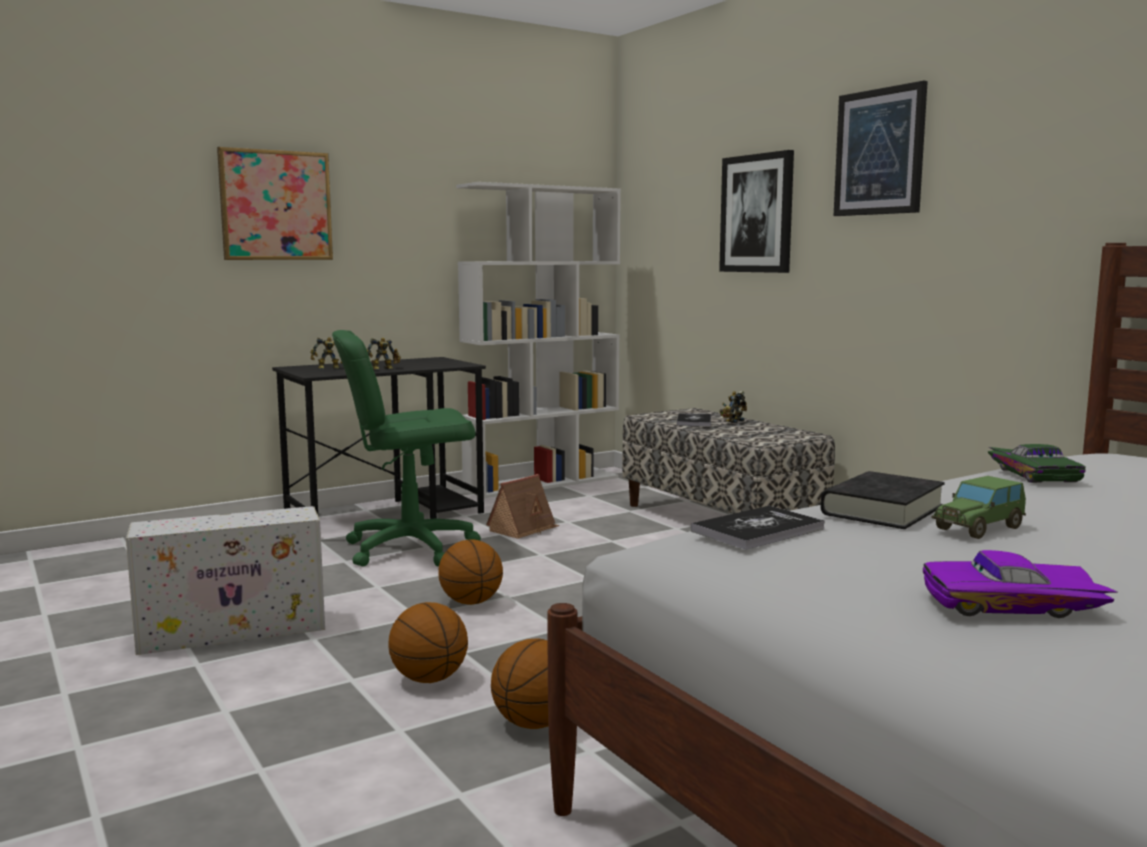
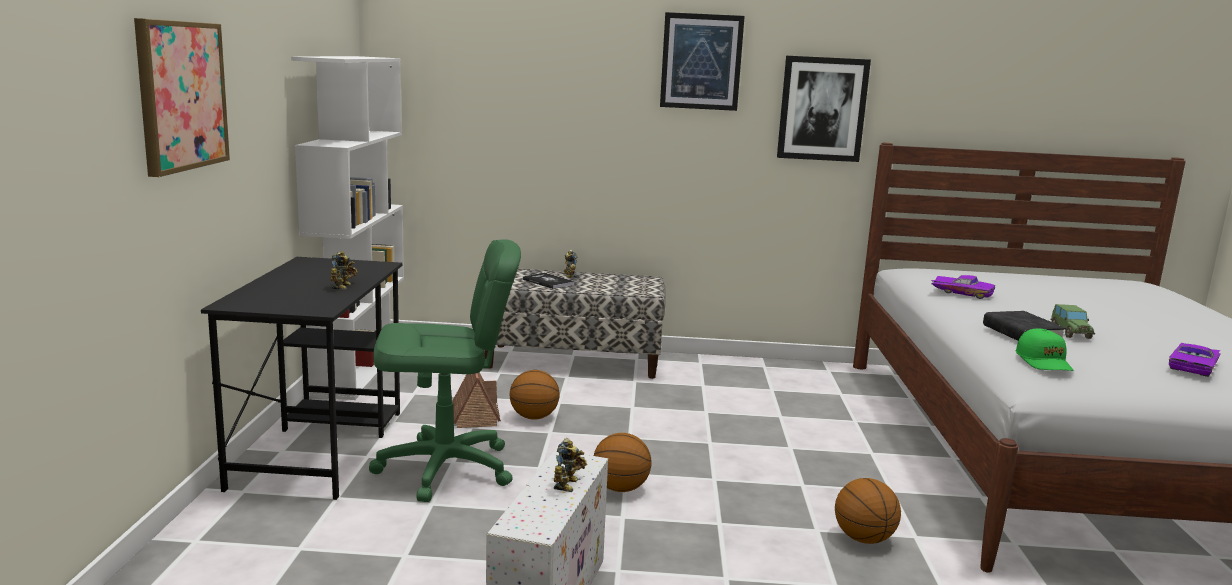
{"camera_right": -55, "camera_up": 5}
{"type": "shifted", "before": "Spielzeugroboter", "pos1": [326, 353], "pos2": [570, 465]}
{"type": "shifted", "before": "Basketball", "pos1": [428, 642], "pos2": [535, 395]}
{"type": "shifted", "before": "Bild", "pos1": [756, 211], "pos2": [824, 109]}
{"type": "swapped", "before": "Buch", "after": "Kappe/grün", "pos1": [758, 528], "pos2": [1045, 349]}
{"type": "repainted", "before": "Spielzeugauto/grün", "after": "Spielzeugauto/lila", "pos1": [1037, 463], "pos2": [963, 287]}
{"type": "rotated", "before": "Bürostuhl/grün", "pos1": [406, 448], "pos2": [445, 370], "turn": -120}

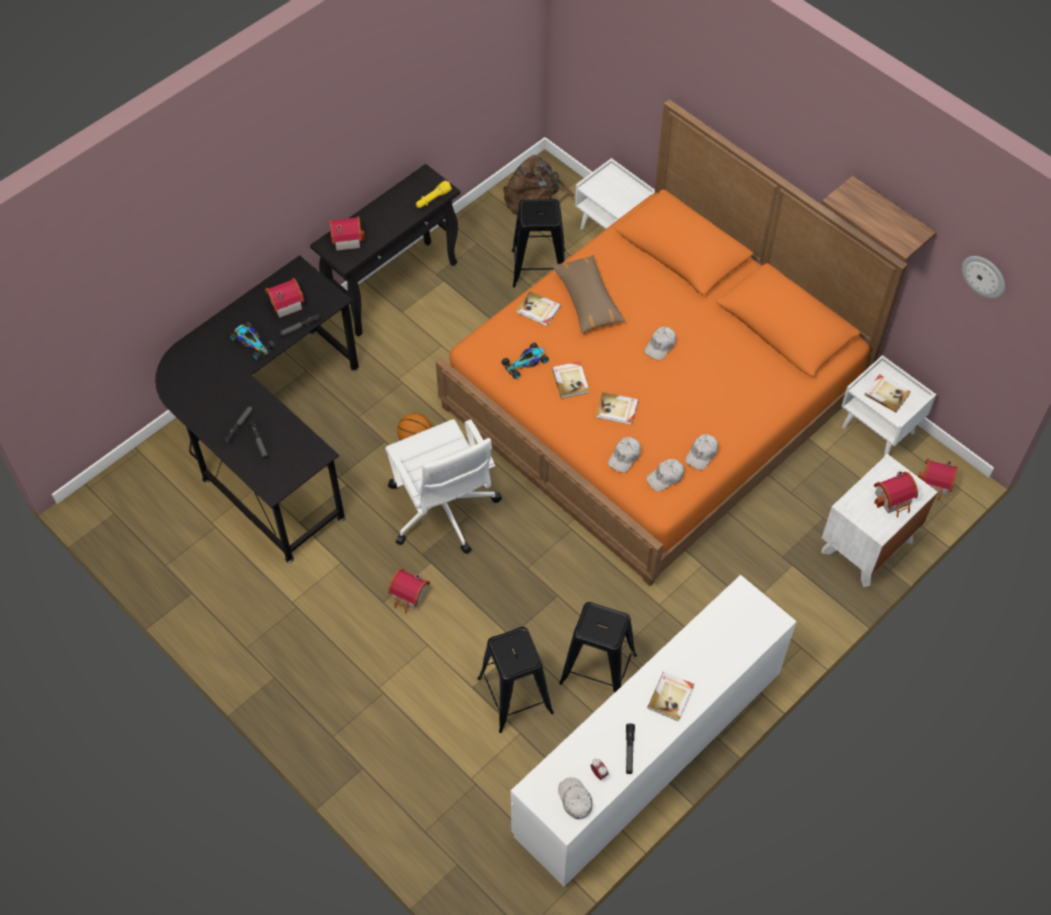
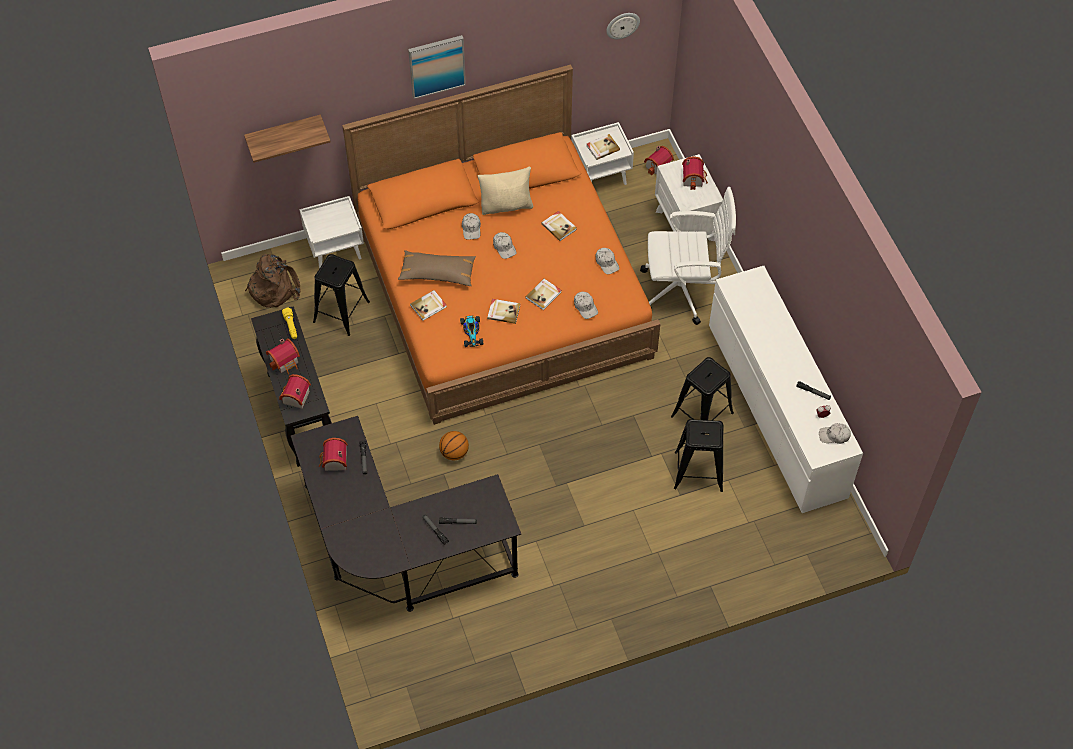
{"camera_right": -65, "camera_up": 0}
{"type": "gone", "before": "Spielzeugauto", "pos1": [252, 341]}
{"type": "new", "after": "Bild", "pos2": [437, 67]}
{"type": "new", "after": "Kissen/beige", "pos2": [505, 191]}
{"type": "shifted", "before": "Bürostuhl/weiß", "pos1": [443, 486], "pos2": [688, 256]}
{"type": "shifted", "before": "Spielzeughaus", "pos1": [409, 590], "pos2": [283, 356]}
{"type": "shifted", "before": "Kappe/weiß", "pos1": [665, 475], "pos2": [471, 226]}
{"type": "shifted", "before": "Buch", "pos1": [670, 696], "pos2": [558, 226]}
{"type": "shifted", "before": "Wandregal", "pos1": [879, 218], "pos2": [287, 139]}

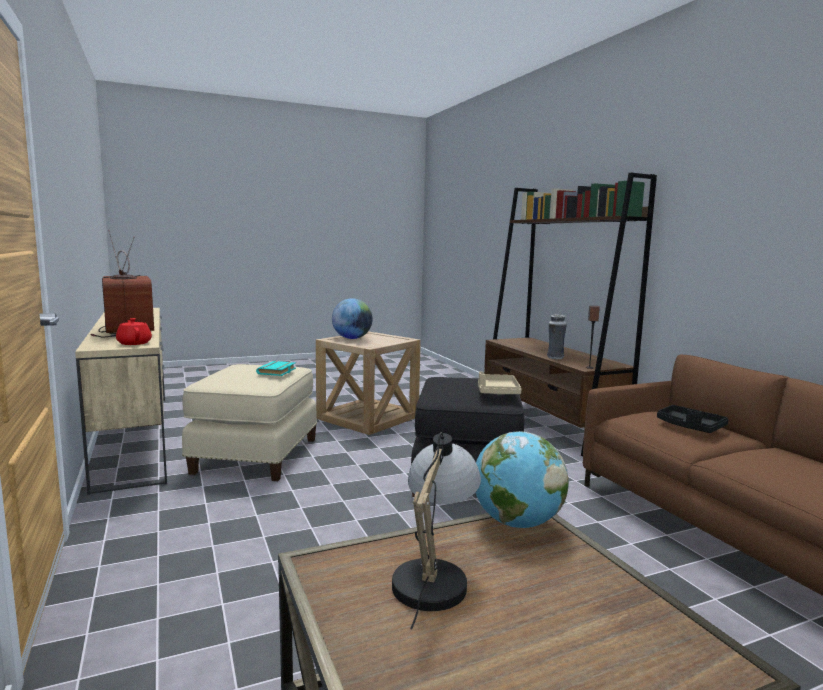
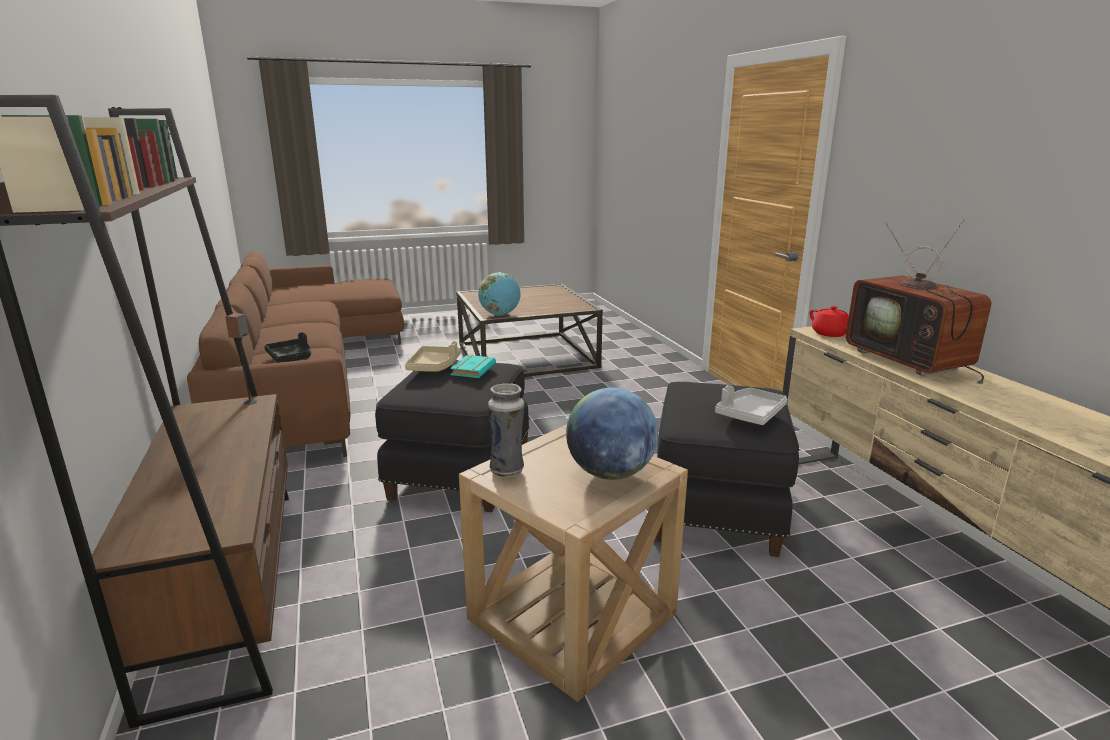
{"camera_right": -175, "camera_up": 10}
{"type": "gone", "before": "Tischlampe", "pos1": [436, 531]}
{"type": "new", "after": "Tablett/grau", "pos2": [751, 405]}
{"type": "shifted", "before": "Buch/türkis", "pos1": [276, 368], "pos2": [473, 366]}
{"type": "shifted", "before": "Vase", "pos1": [557, 337], "pos2": [506, 430]}
{"type": "repainted", "before": "Polsterhocker/beige", "after": "Polsterhocker/schwarz", "pos1": [249, 422], "pos2": [726, 469]}

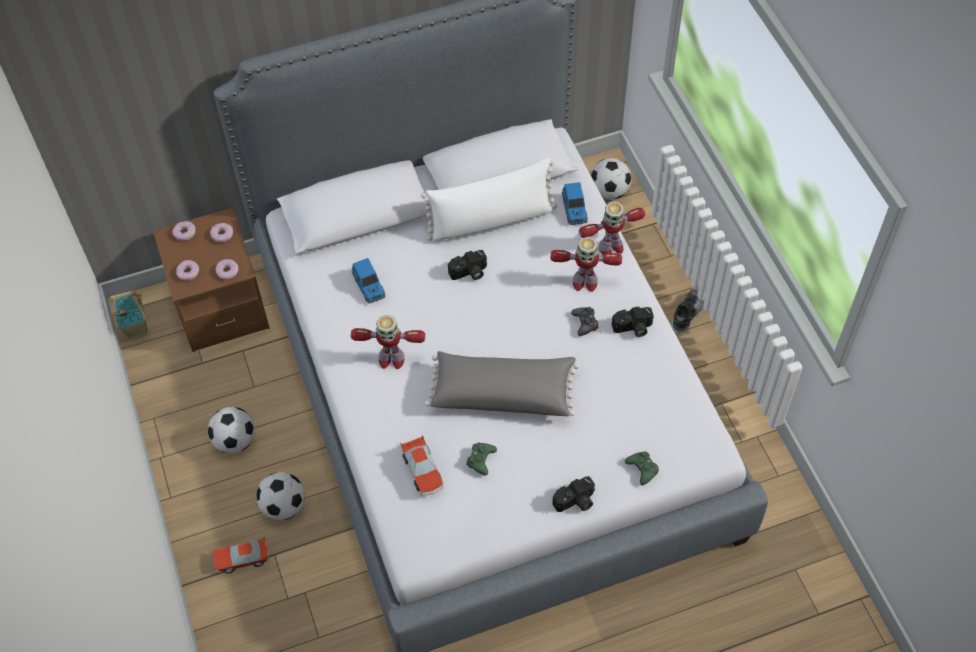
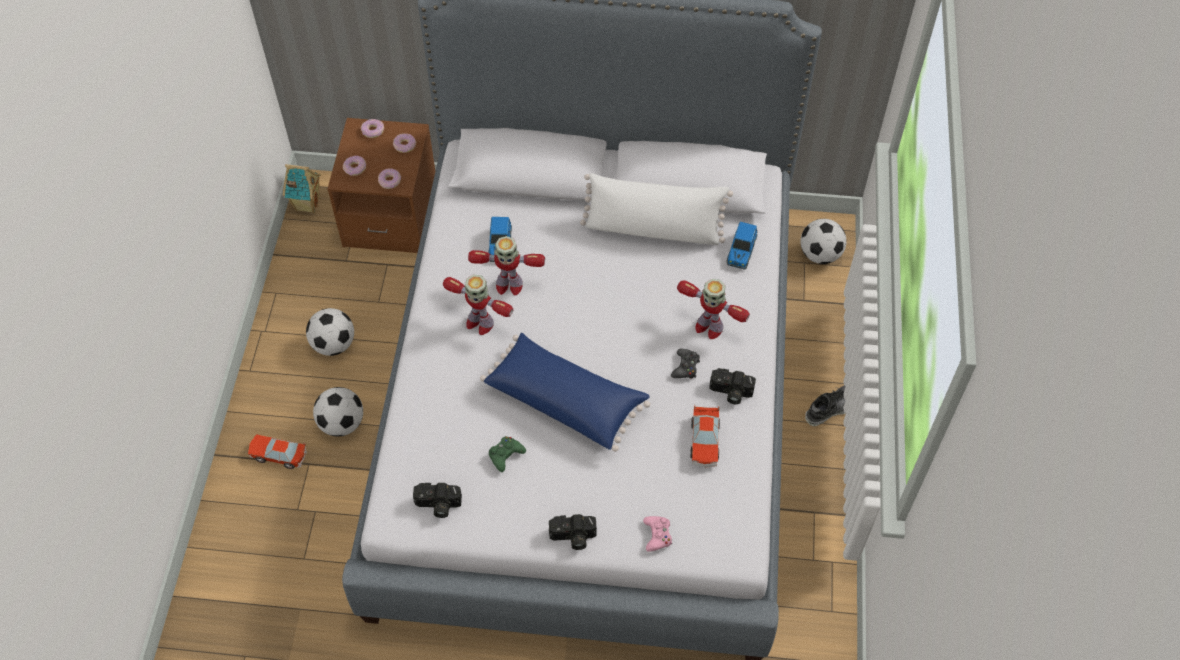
{"camera_right": 25, "camera_up": 0}
{"type": "shifted", "before": "Spielzeugauto", "pos1": [422, 465], "pos2": [705, 436]}
{"type": "shifted", "before": "Kamera", "pos1": [467, 265], "pos2": [437, 500]}
{"type": "shifted", "before": "Spielzeugroboter", "pos1": [612, 228], "pos2": [506, 265]}
{"type": "repainted", "before": "Kissen/grau", "after": "Kissen/blau", "pos1": [502, 383], "pos2": [565, 392]}
{"type": "repainted", "before": "Gamepad/grün", "after": "Gamepad/rosa", "pos1": [642, 468], "pos2": [657, 534]}

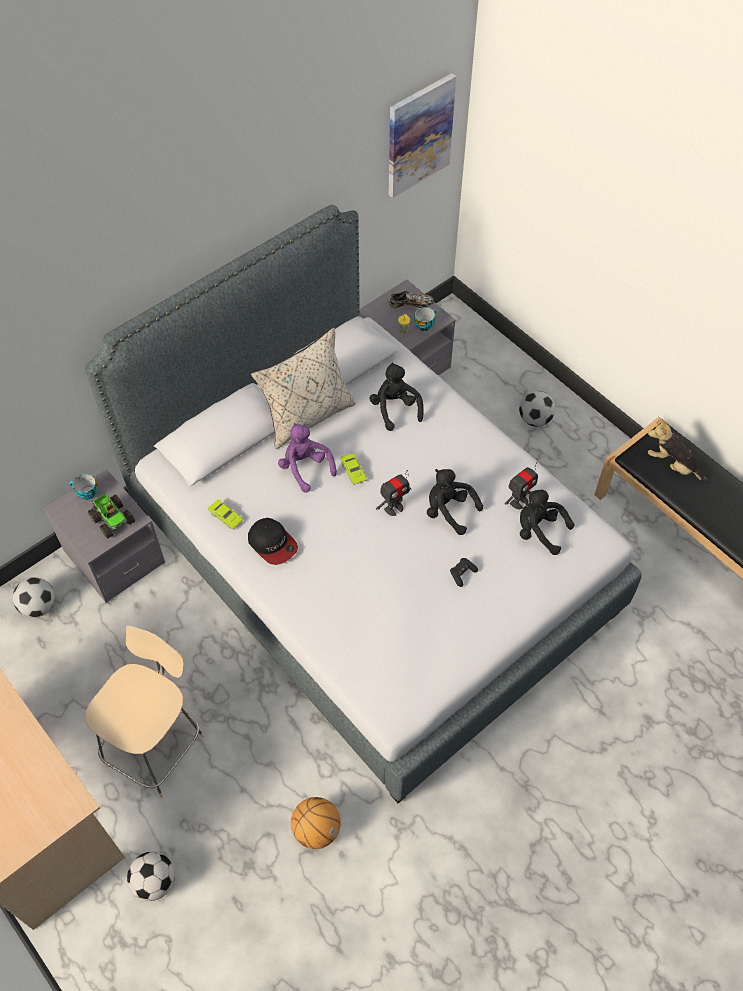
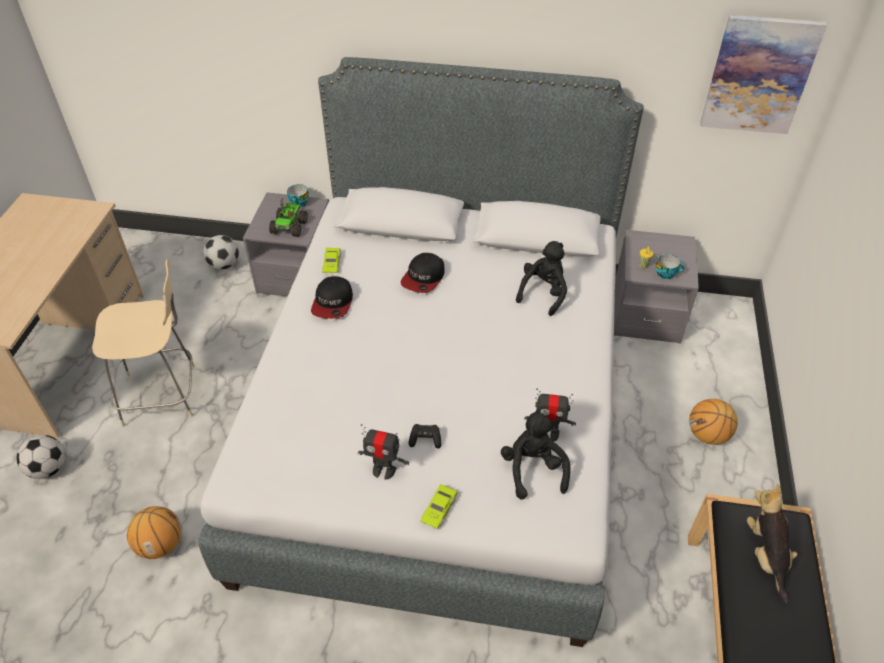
{"camera_right": 50, "camera_up": -10}
{"type": "gone", "before": "Kissen/beige", "pos1": [303, 388]}
{"type": "gone", "before": "Schuh", "pos1": [411, 299]}
{"type": "gone", "before": "Plüschtier/schwarz", "pos1": [455, 502]}
{"type": "shifted", "before": "Spielzeugauto/grün", "pos1": [353, 469], "pos2": [439, 506]}
{"type": "shifted", "before": "Spielzeugroboter", "pos1": [394, 493], "pos2": [383, 451]}
{"type": "swapped", "before": "Plüschtier/lila", "after": "Kappe", "pos1": [307, 458], "pos2": [423, 273]}
{"type": "swapped", "before": "Fußball", "after": "Basketball", "pos1": [537, 409], "pos2": [713, 422]}

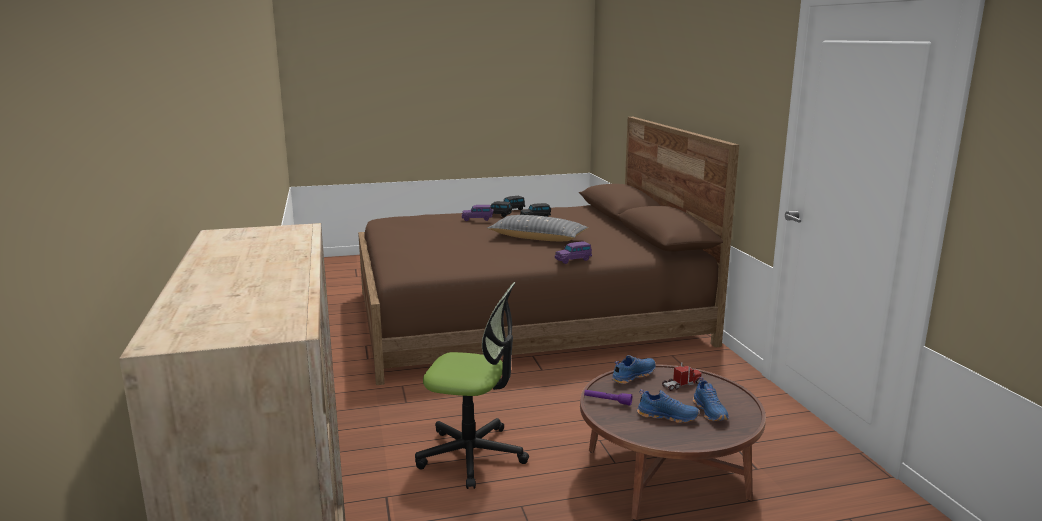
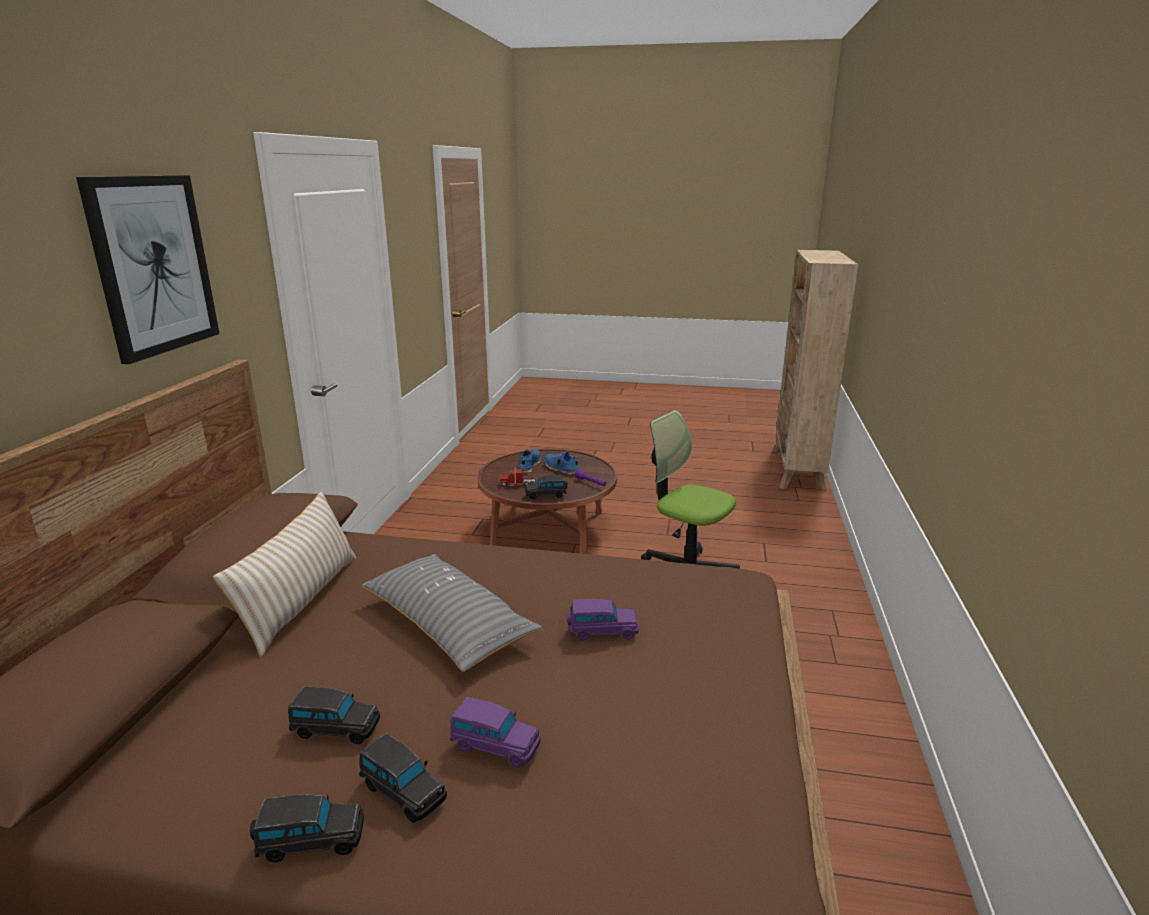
{"camera_right": -155, "camera_up": 5}
{"type": "new", "after": "Bild", "pos2": [148, 269]}
{"type": "new", "after": "Kissen/beige", "pos2": [284, 574]}
{"type": "shifted", "before": "Spielzeugauto/lila", "pos1": [573, 252], "pos2": [602, 619]}
{"type": "swapped", "before": "Schuh/blau", "after": "Spielzeugauto/schwarz", "pos1": [634, 369], "pos2": [546, 487]}

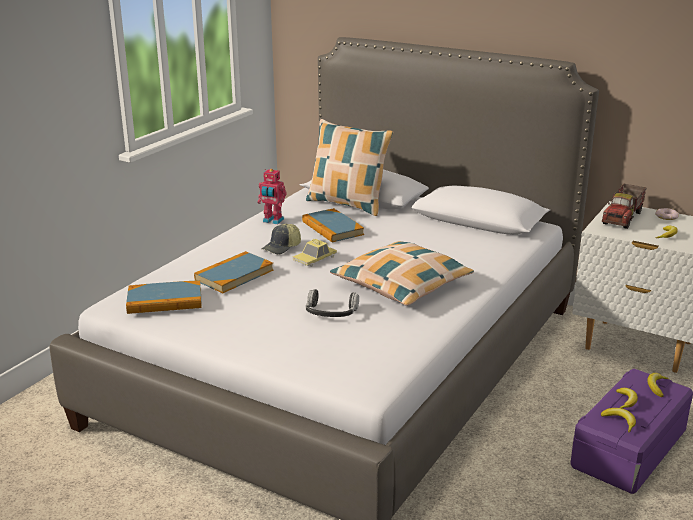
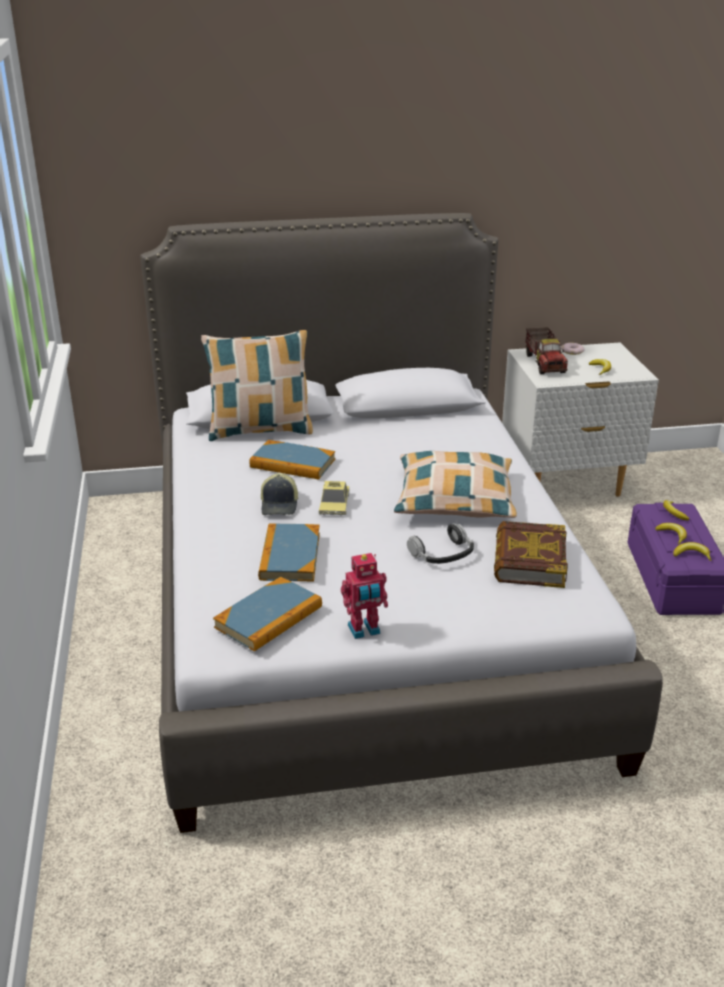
{"camera_right": -40, "camera_up": 5}
{"type": "new", "after": "Buch", "pos2": [531, 554]}
{"type": "shifted", "before": "Spielzeugroboter", "pos1": [272, 196], "pos2": [364, 596]}

